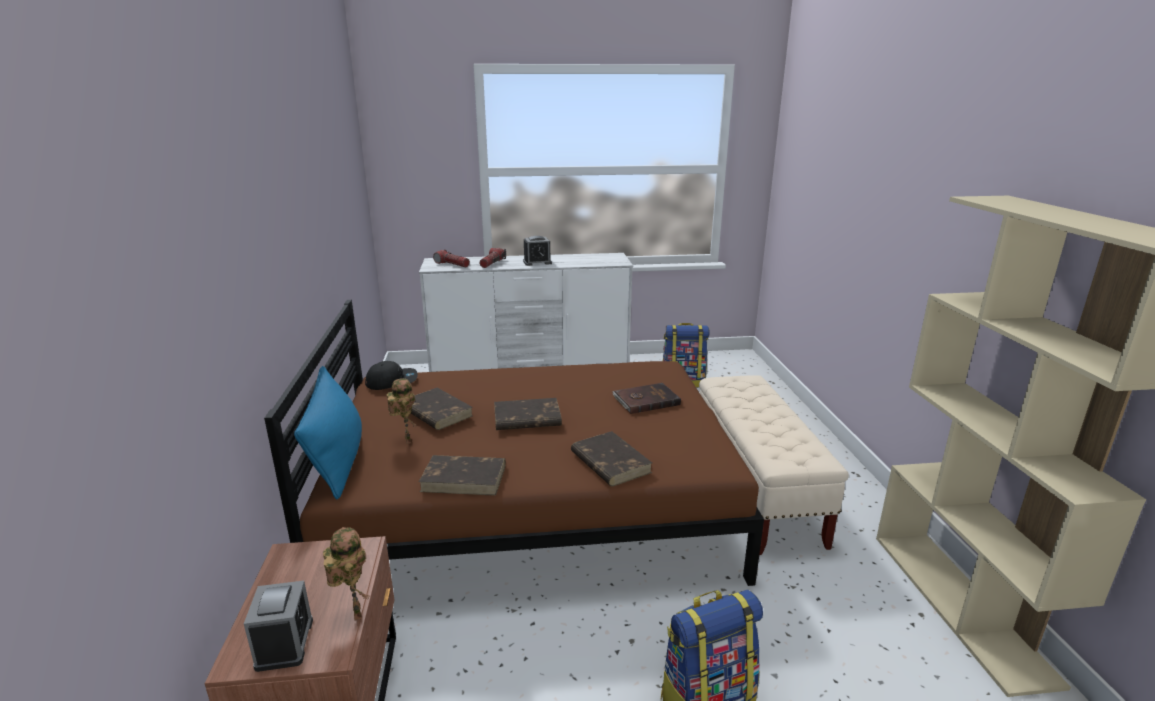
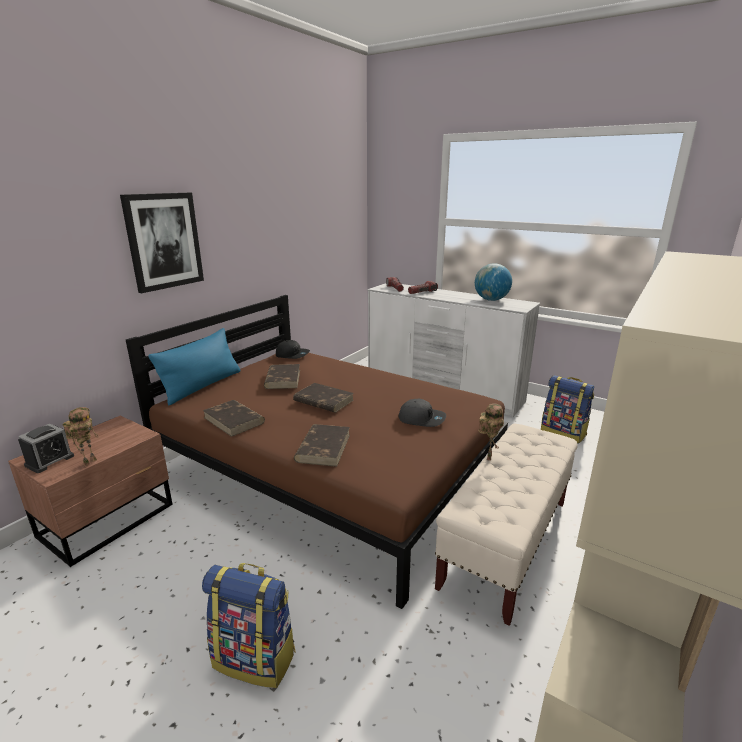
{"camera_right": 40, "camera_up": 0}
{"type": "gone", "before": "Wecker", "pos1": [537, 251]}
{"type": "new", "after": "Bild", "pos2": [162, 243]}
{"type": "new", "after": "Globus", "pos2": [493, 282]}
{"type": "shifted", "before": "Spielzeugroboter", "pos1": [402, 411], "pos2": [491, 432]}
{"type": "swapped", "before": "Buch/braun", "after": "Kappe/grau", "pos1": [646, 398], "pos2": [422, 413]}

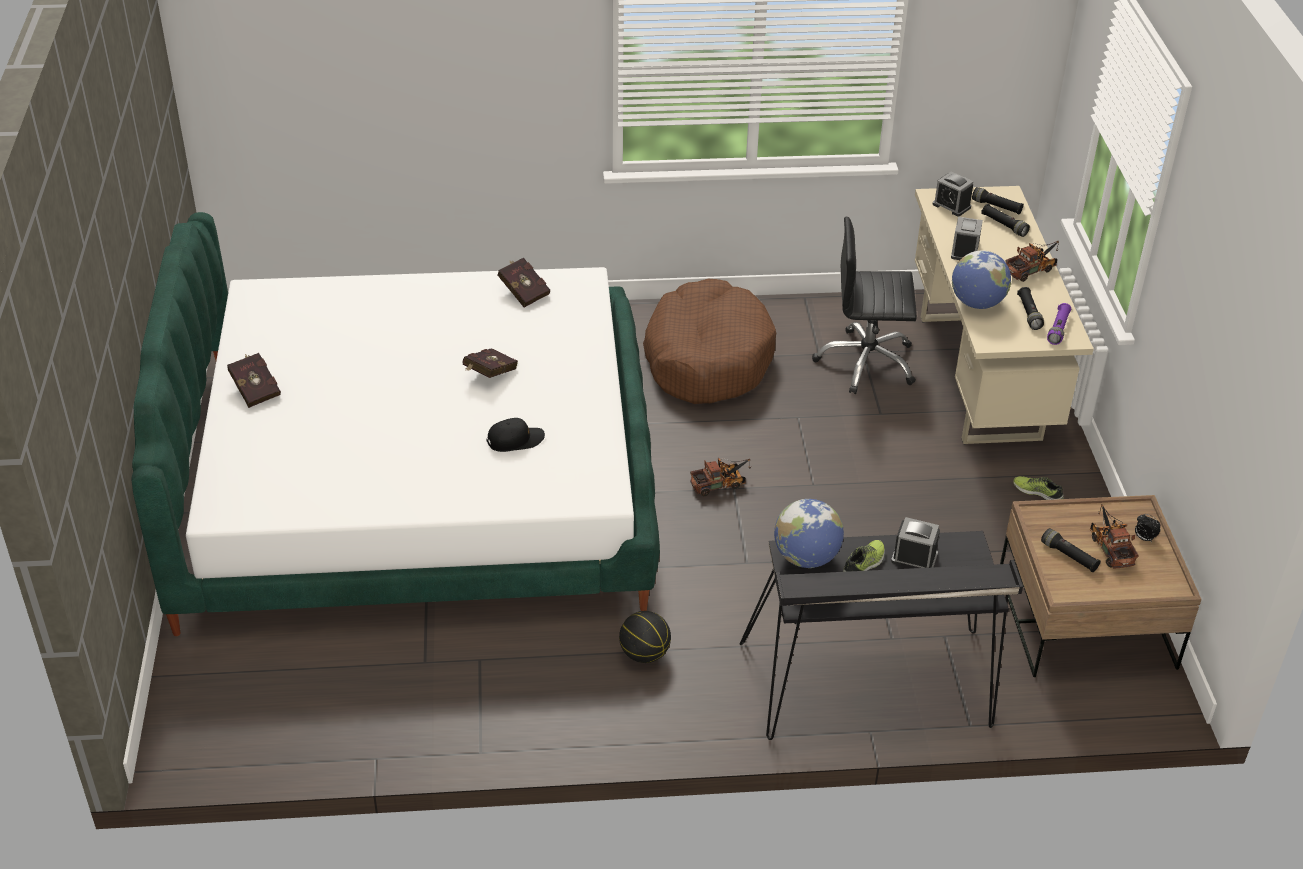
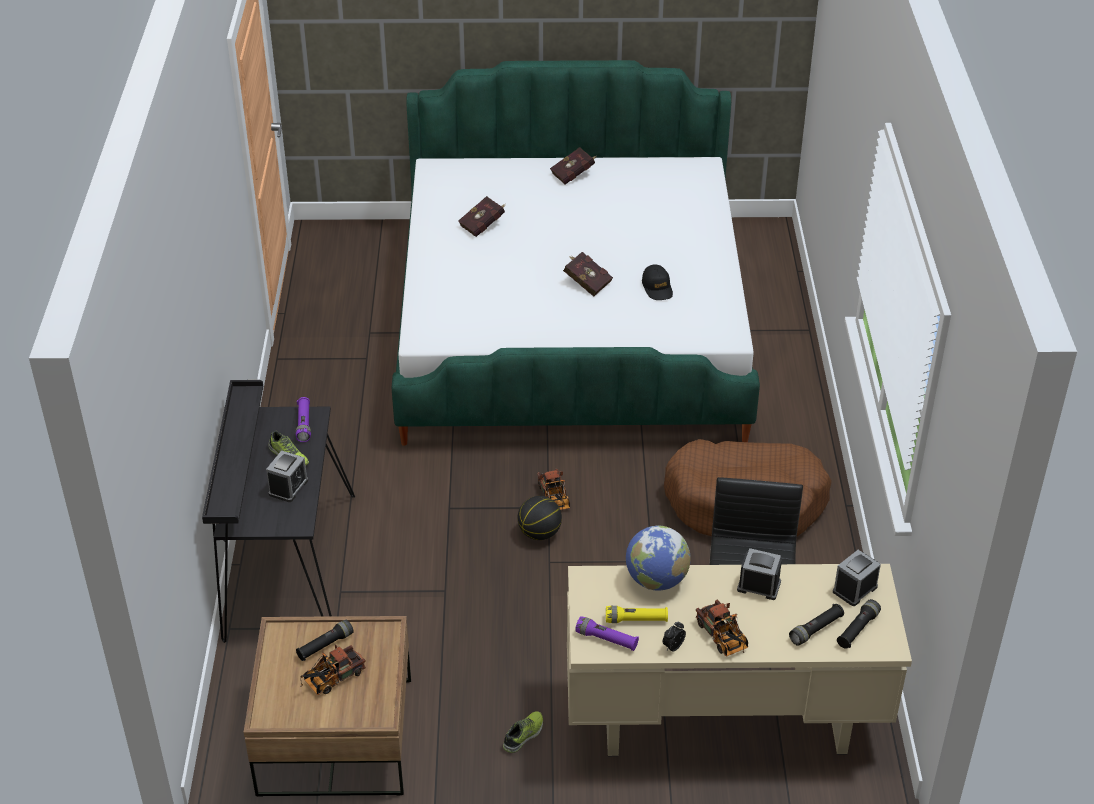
{"camera_right": 95, "camera_up": 0}
{"type": "shifted", "before": "Kappe/schwarz", "pos1": [515, 435], "pos2": [657, 282]}
{"type": "shifted", "before": "Buch/rot", "pos1": [523, 283], "pos2": [481, 216]}
{"type": "shifted", "before": "Basketball", "pos1": [645, 637], "pos2": [540, 518]}
{"type": "shifted", "before": "Wecker", "pos1": [1147, 528], "pos2": [674, 637]}
{"type": "swapped", "before": "Globus", "after": "Taschenlampe/lila", "pos1": [809, 533], "pos2": [303, 419]}
{"type": "repainted", "before": "Taschenlampe/schwarz", "after": "Taschenlampe/gelb", "pos1": [1030, 308], "pos2": [637, 614]}
{"type": "rotated", "before": "Spielzeuglaster", "pos1": [1114, 536], "pos2": [333, 669], "turn": 150}

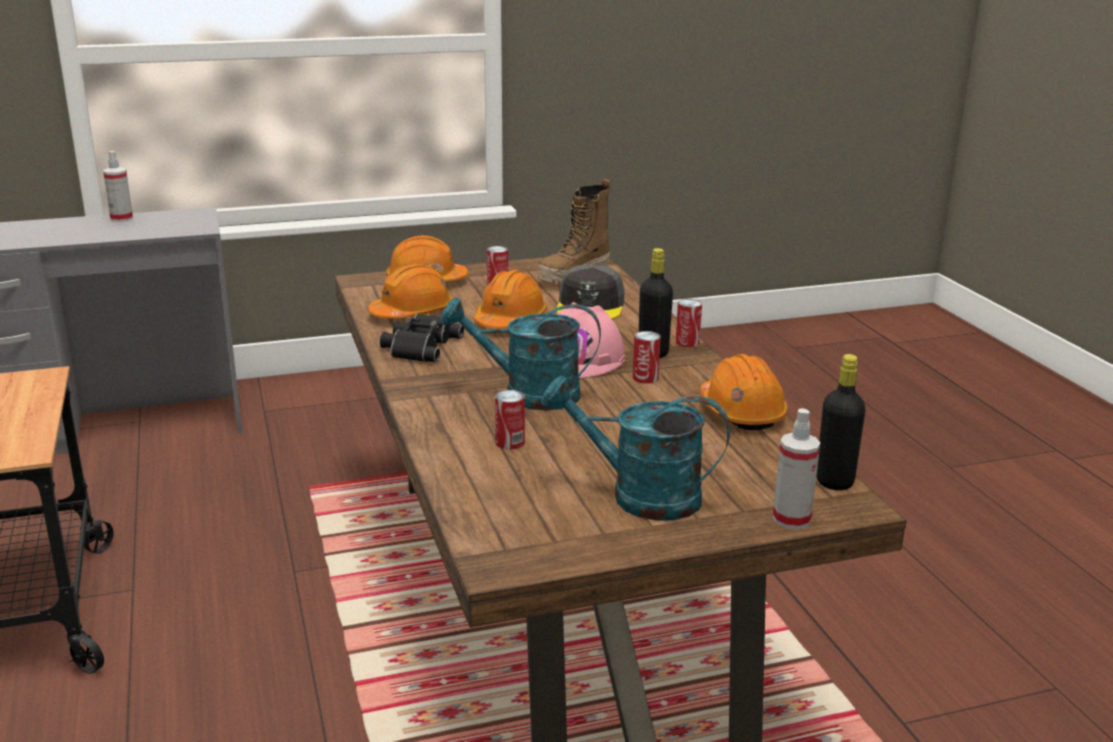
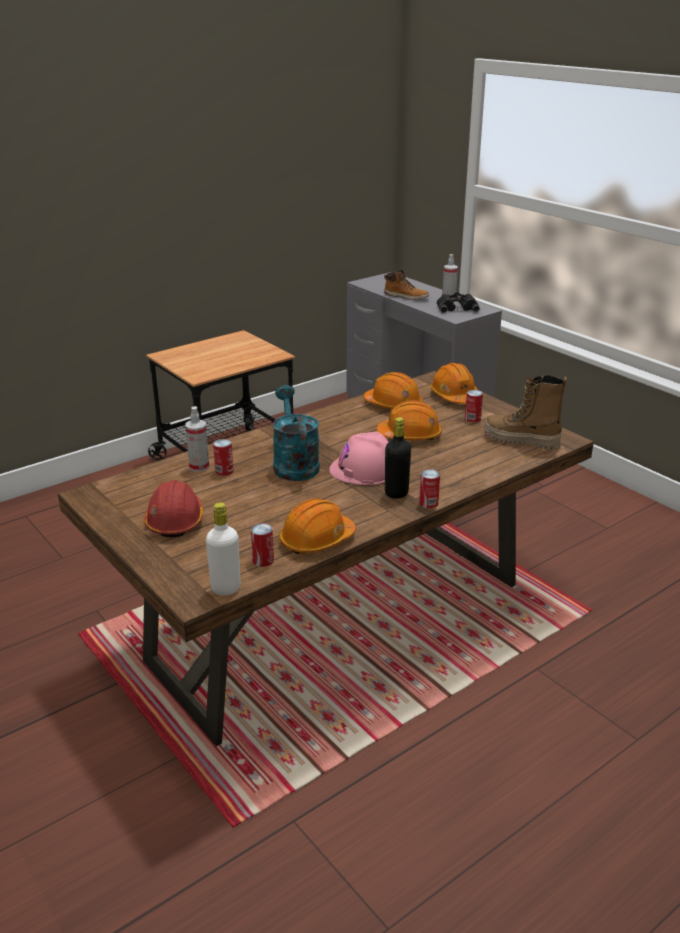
{"camera_right": 70, "camera_up": 5}
{"type": "gone", "before": "Kappe/grau", "pos1": [590, 292]}
{"type": "new", "after": "Stiefel", "pos2": [406, 285]}
{"type": "shifted", "before": "Fernglas/schwarz", "pos1": [422, 338], "pos2": [458, 302]}
{"type": "shifted", "before": "Dose", "pos1": [646, 357], "pos2": [262, 545]}
{"type": "shifted", "before": "Sprühflasche", "pos1": [796, 469], "pos2": [197, 439]}
{"type": "swapped", "before": "Gießkanne/türkis", "after": "Schutzhelm/rot", "pos1": [635, 448], "pos2": [174, 508]}
{"type": "repainted", "before": "Flasche/schwarz", "after": "Flasche/weiß", "pos1": [841, 422], "pos2": [223, 549]}

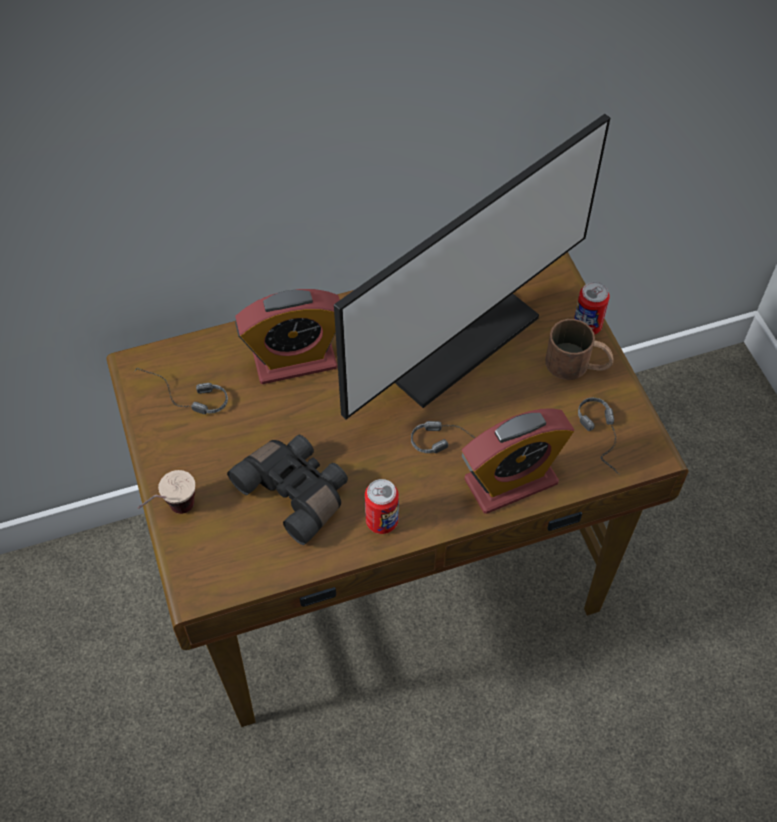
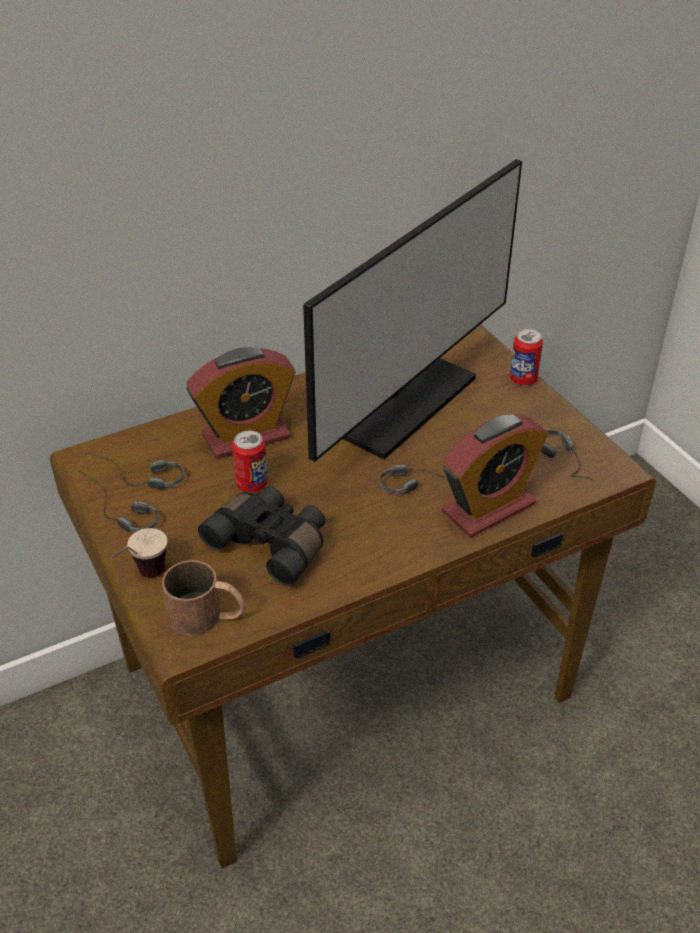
{"camera_right": -10, "camera_up": -15}
{"type": "new", "after": "Kopfhörer", "pos2": [117, 501]}
{"type": "shifted", "before": "Dose", "pos1": [382, 506], "pos2": [250, 462]}
{"type": "shifted", "before": "Henkelbecher/braun", "pos1": [579, 349], "pos2": [203, 598]}

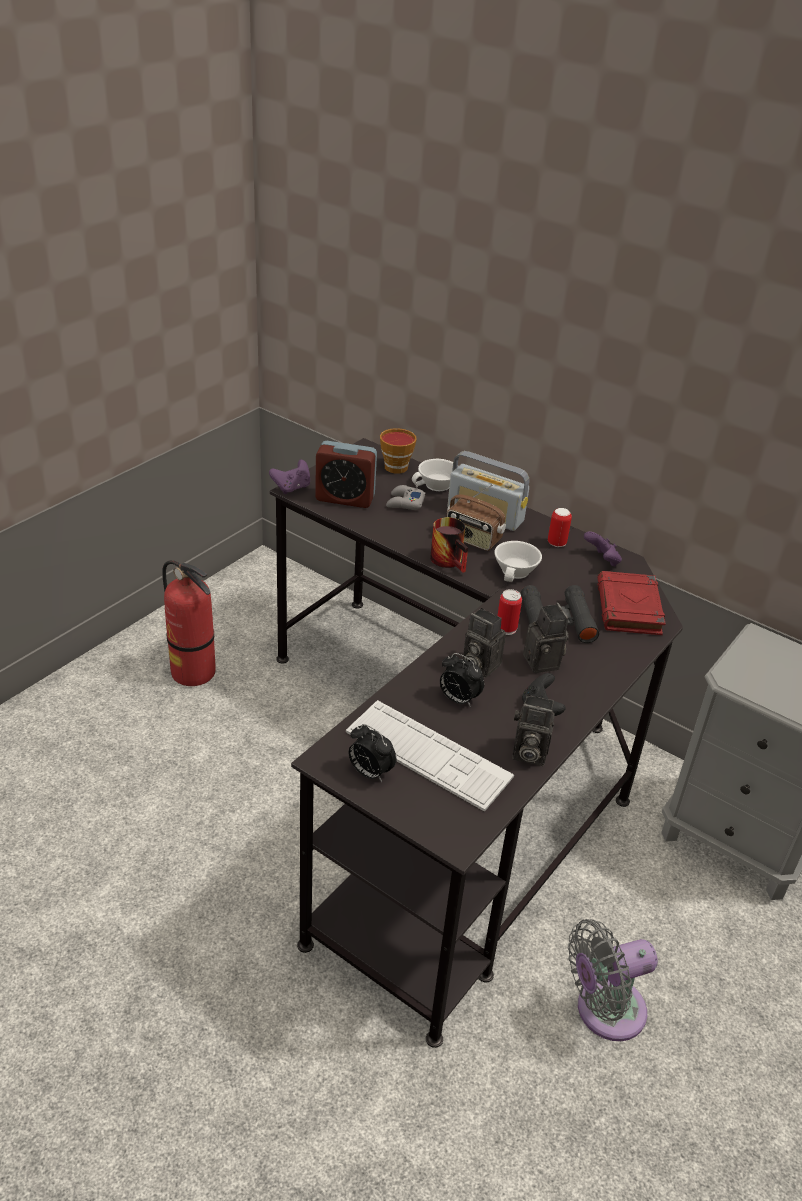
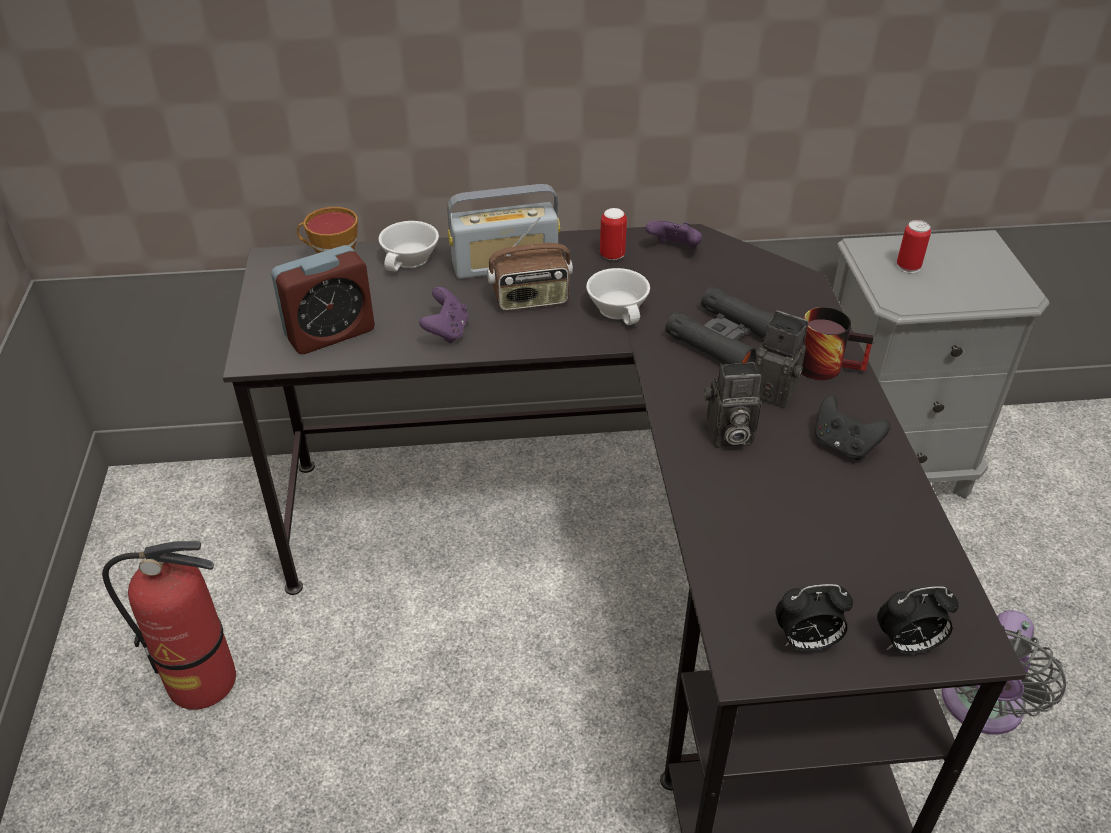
{"camera_right": -40, "camera_up": 5}
{"type": "gone", "before": "Tastatur", "pos1": [430, 756]}
{"type": "gone", "before": "Gamepad/grau", "pos1": [405, 497]}
{"type": "gone", "before": "Kamera", "pos1": [533, 730]}
{"type": "gone", "before": "Buch/rot", "pos1": [631, 603]}
{"type": "shifted", "before": "Gamepad/lila", "pos1": [289, 477], "pos2": [444, 315]}
{"type": "shifted", "before": "Henkelbecher", "pos1": [449, 544], "pos2": [837, 343]}
{"type": "shifted", "before": "Wecker", "pos1": [462, 680], "pos2": [918, 620]}
{"type": "shifted", "before": "Dose", "pos1": [509, 612], "pos2": [914, 246]}

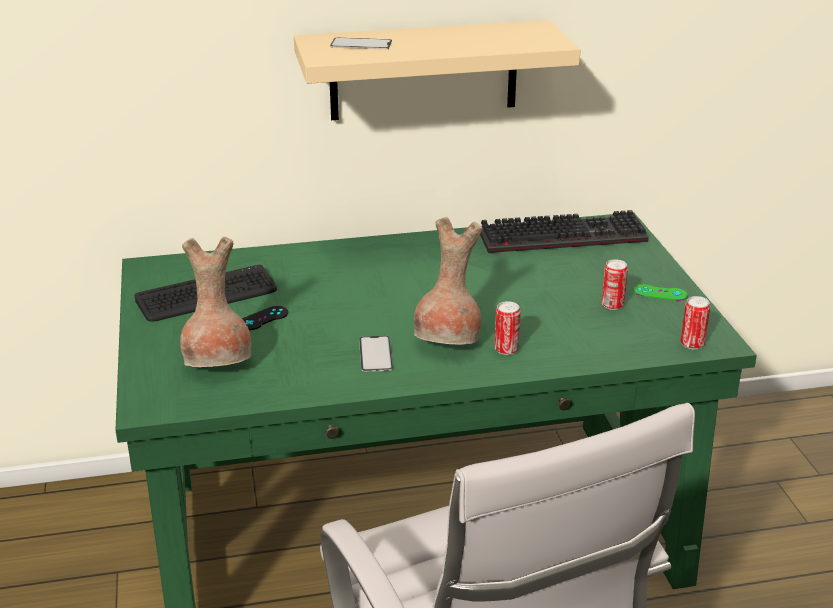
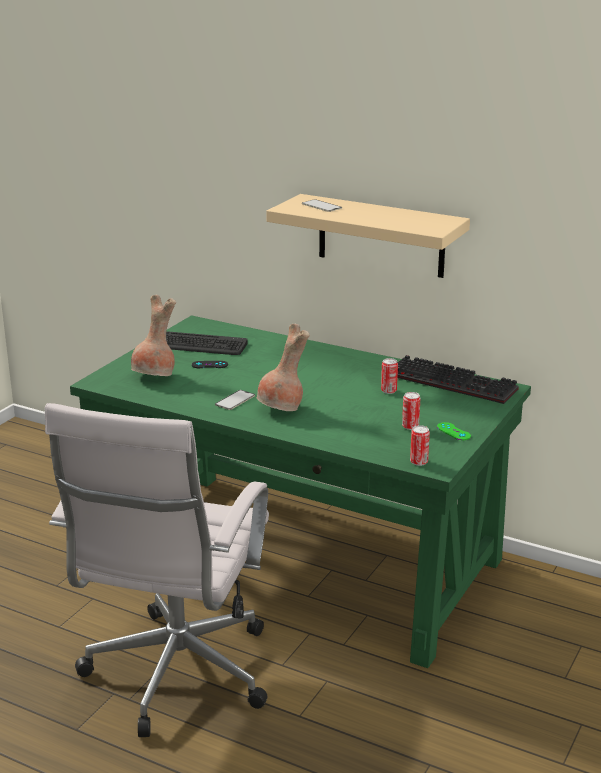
{"camera_right": 40, "camera_up": -5}
{"type": "shifted", "before": "Dose", "pos1": [507, 328], "pos2": [389, 376]}

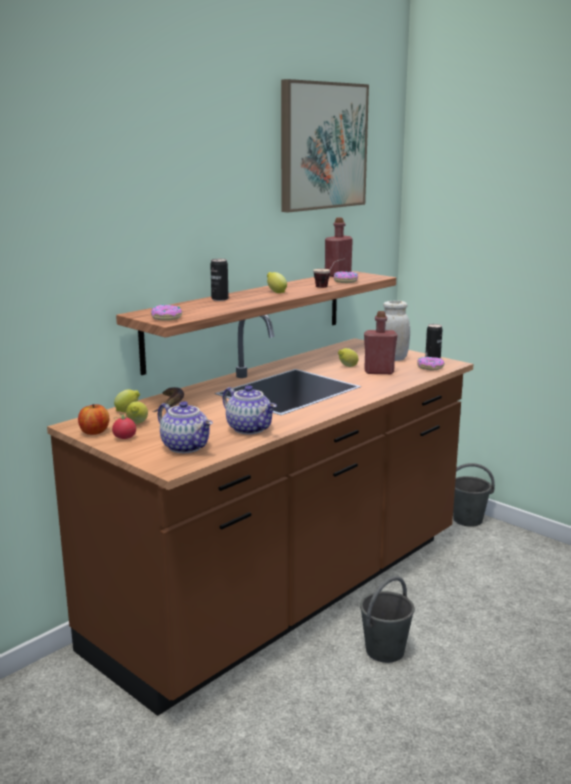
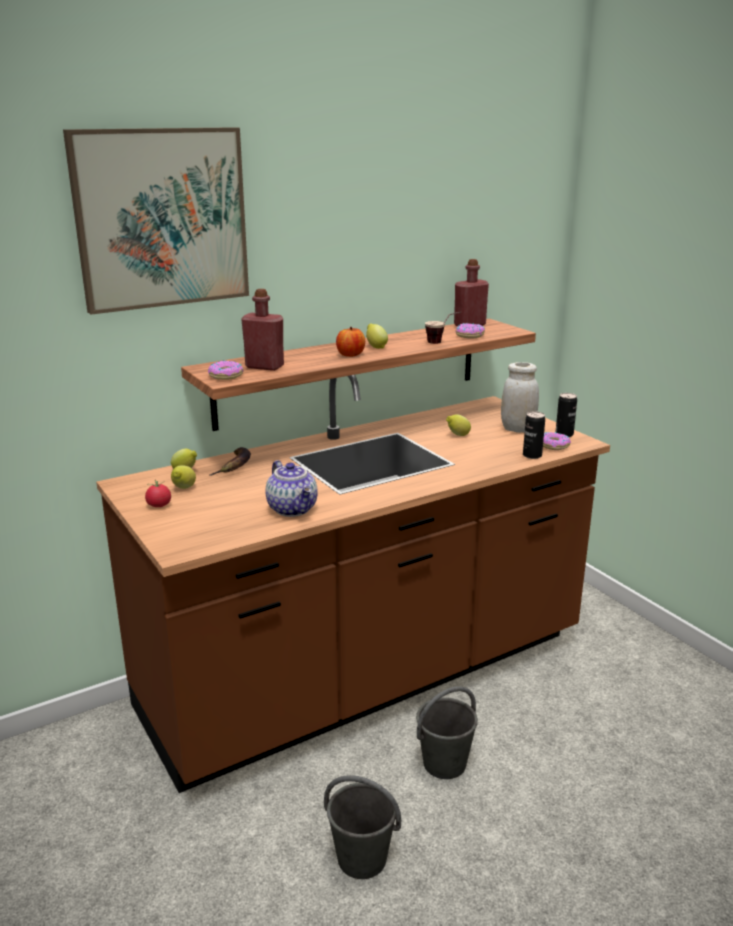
{"camera_right": 15, "camera_up": 5}
{"type": "gone", "before": "Teekanne", "pos1": [185, 427]}
{"type": "shifted", "before": "Apfel", "pos1": [93, 419], "pos2": [350, 342]}
{"type": "shifted", "before": "Dose", "pos1": [219, 280], "pos2": [534, 435]}
{"type": "shifted", "before": "Bild", "pos1": [325, 146], "pos2": [156, 221]}
{"type": "shifted", "before": "Flasche/rot", "pos1": [380, 342], "pos2": [262, 330]}
{"type": "shifted", "before": "Eimer/grau", "pos1": [474, 495], "pos2": [362, 827]}

